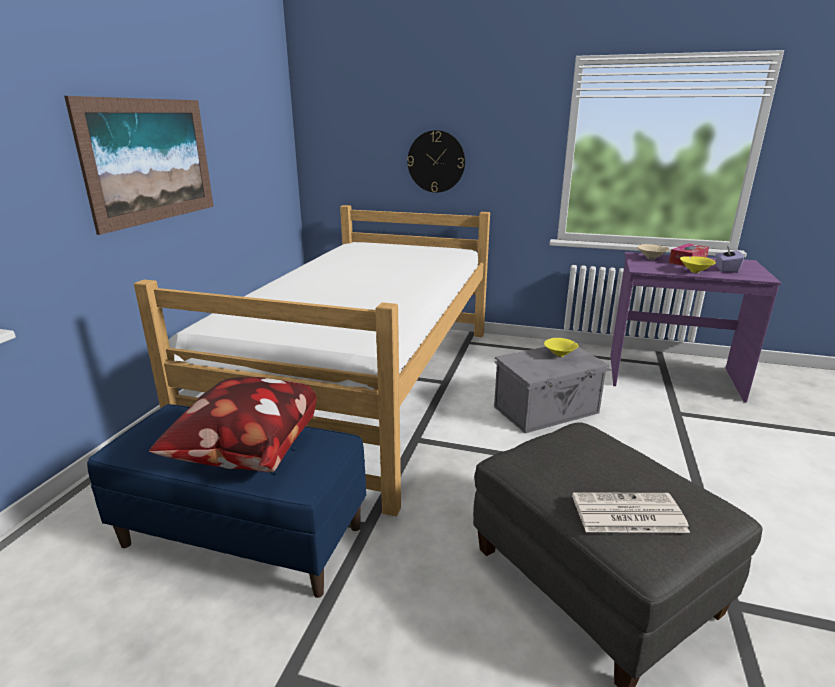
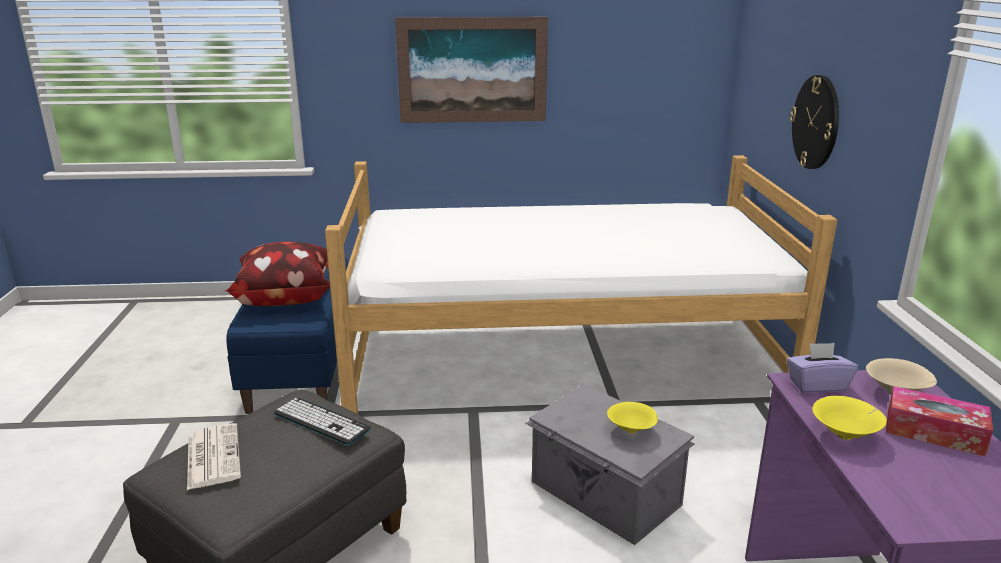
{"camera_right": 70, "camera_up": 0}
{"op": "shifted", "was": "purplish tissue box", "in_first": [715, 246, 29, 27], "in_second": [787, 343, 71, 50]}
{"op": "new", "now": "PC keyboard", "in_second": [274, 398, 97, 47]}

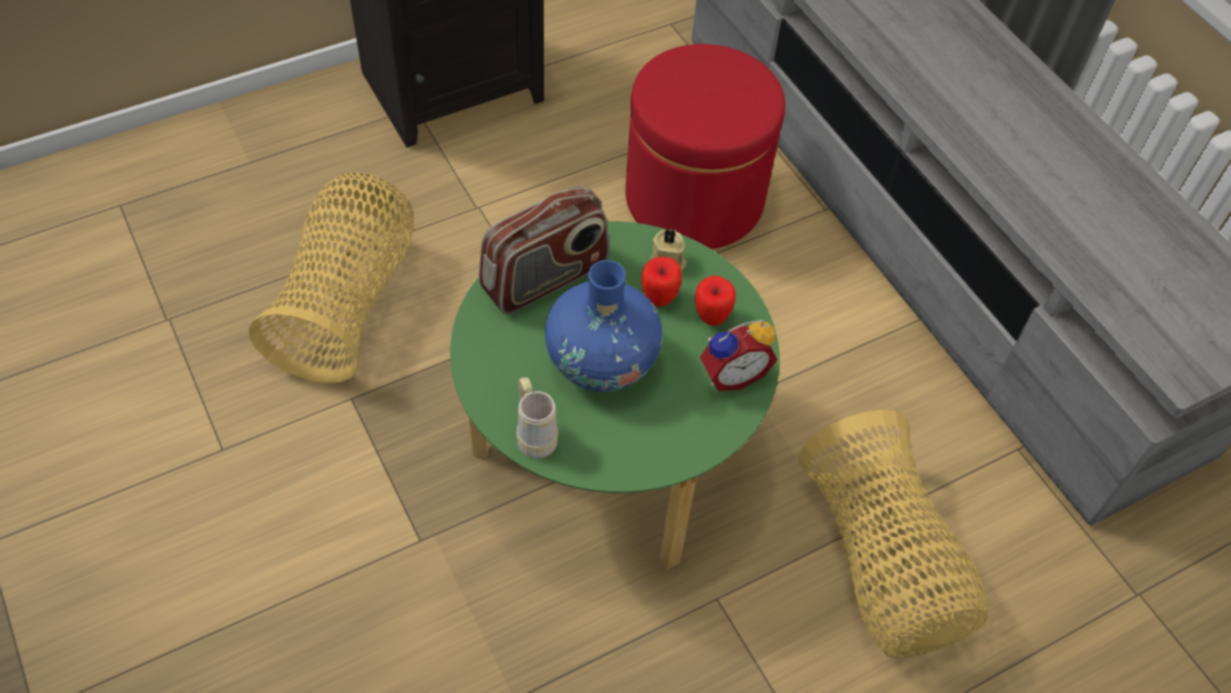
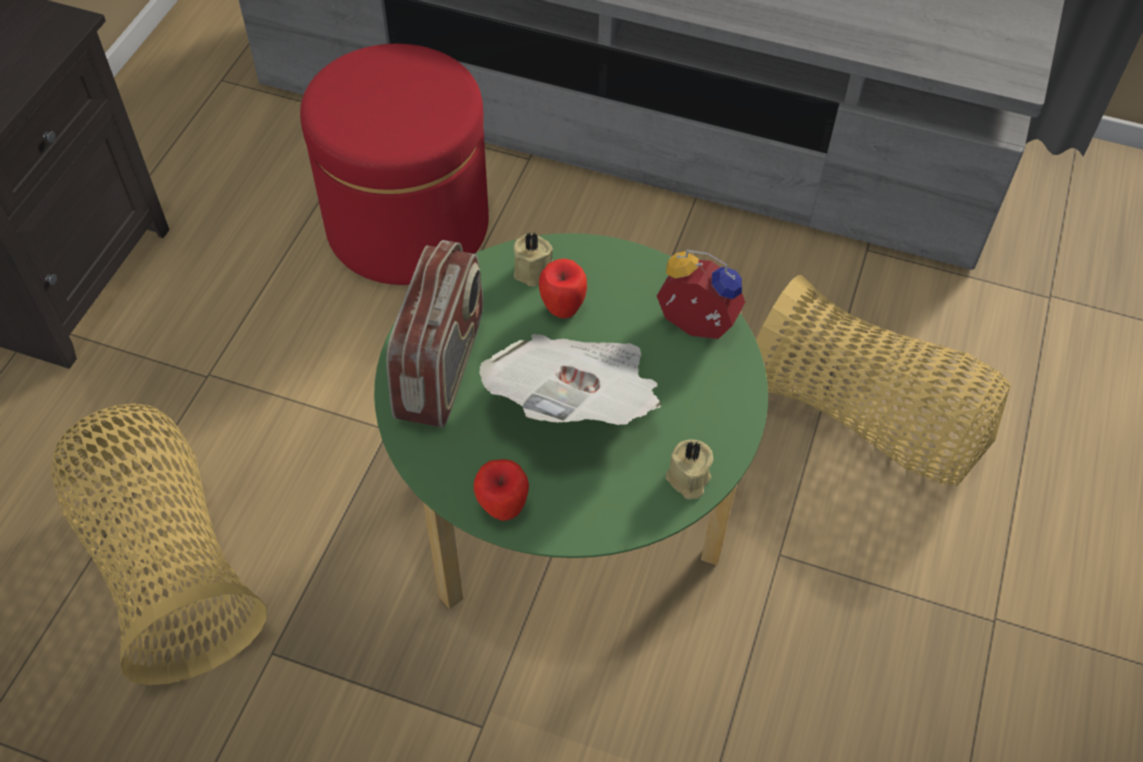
{"camera_right": -40, "camera_up": 0}
{"op": "gone", "was": "beige tea mug", "in_first": [517, 377, 41, 81]}
{"op": "swapped", "was": "bluish decorative vase", "now": "daily paper", "in_first": [545, 260, 118, 132], "in_second": [479, 334, 182, 91]}
{"op": "shifted", "was": "apple", "in_first": [695, 276, 41, 50], "in_second": [474, 459, 55, 62]}
{"op": "rotated", "was": "alarm clock", "in_first": [700, 320, 77, 71], "in_second": [657, 250, 88, 89], "clockwise": -90}
{"op": "new", "now": "beige wax light", "in_second": [666, 439, 47, 60]}

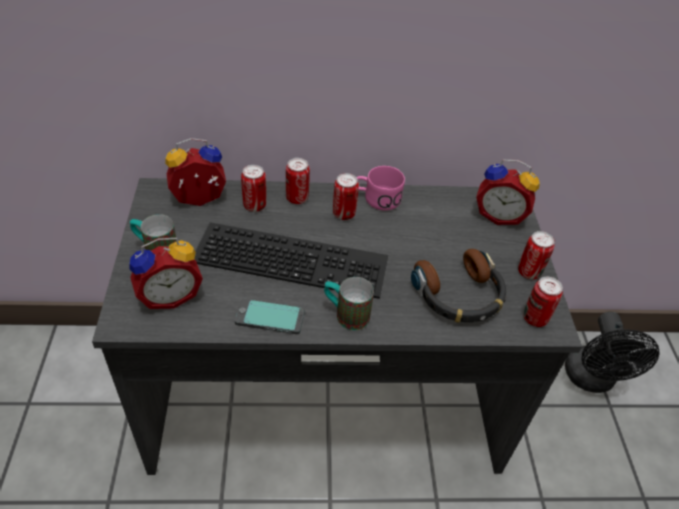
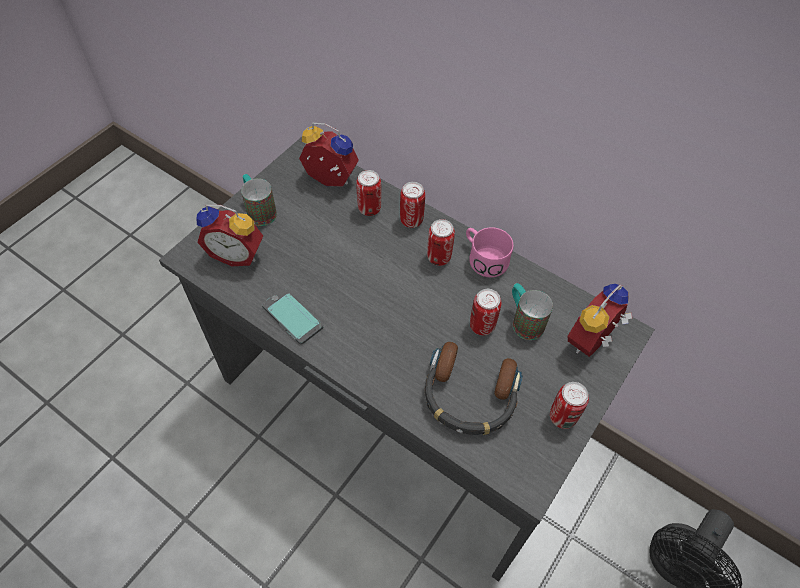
{"camera_right": 40, "camera_up": 10}
{"op": "gone", "was": "PC keyboard", "in_first": [195, 222, 193, 77]}
{"op": "shifted", "was": "tea mug", "in_first": [324, 277, 50, 53], "in_second": [512, 283, 41, 57]}
{"op": "rotated", "was": "alarm clock", "in_first": [476, 160, 64, 65], "in_second": [568, 284, 64, 73], "clockwise": 75}
{"op": "shifted", "was": "can", "in_first": [523, 277, 40, 50], "in_second": [470, 289, 31, 47]}

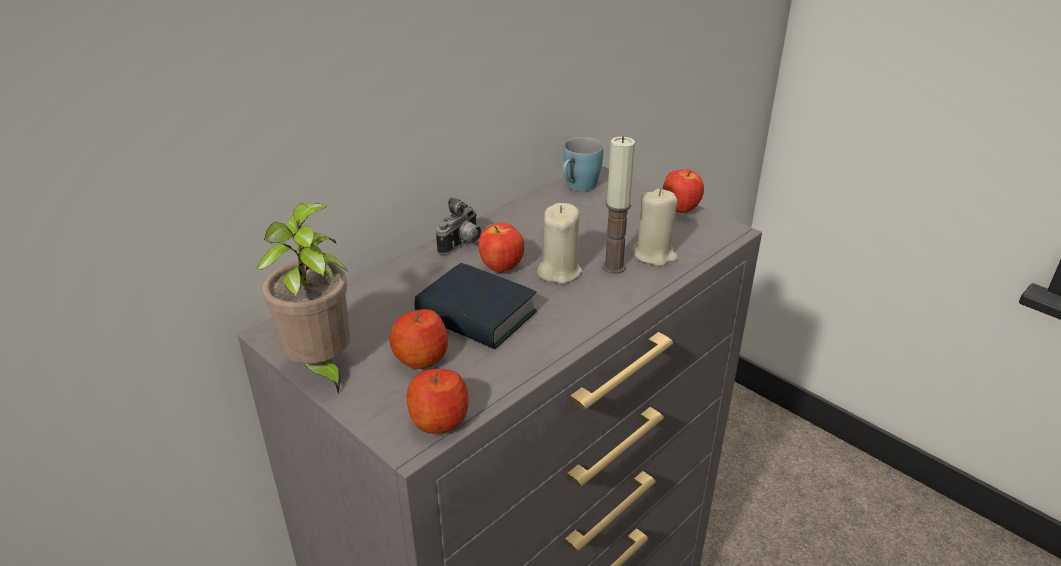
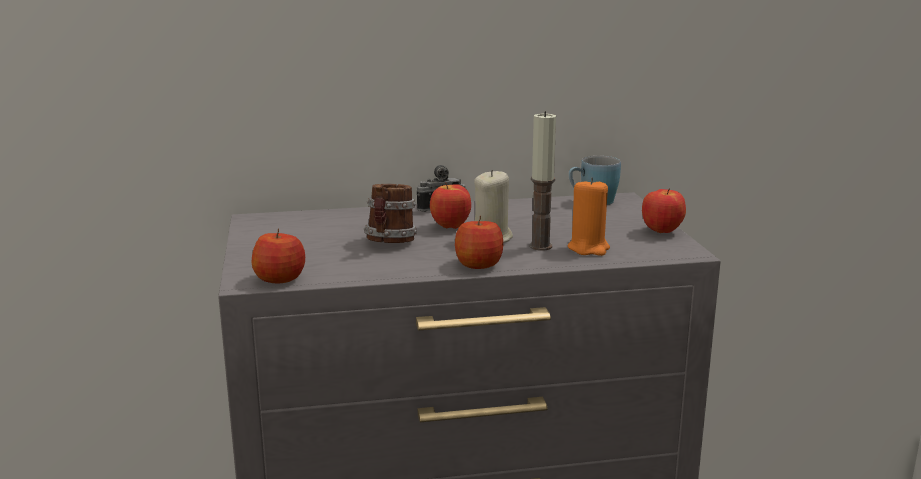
{"camera_right": 35, "camera_up": -15}
{"op": "gone", "was": "plant in a pot", "in_first": [256, 203, 94, 191]}
{"op": "shifted", "was": "apple", "in_first": [389, 309, 59, 60], "in_second": [455, 216, 48, 53]}
{"op": "swapped", "was": "volume", "now": "tea mug", "in_first": [414, 263, 123, 86], "in_second": [363, 184, 54, 59]}
{"op": "repainted", "was": "beige wax light", "now": "orange-coloured wax light", "in_first": [632, 189, 46, 77], "in_second": [568, 177, 42, 79]}

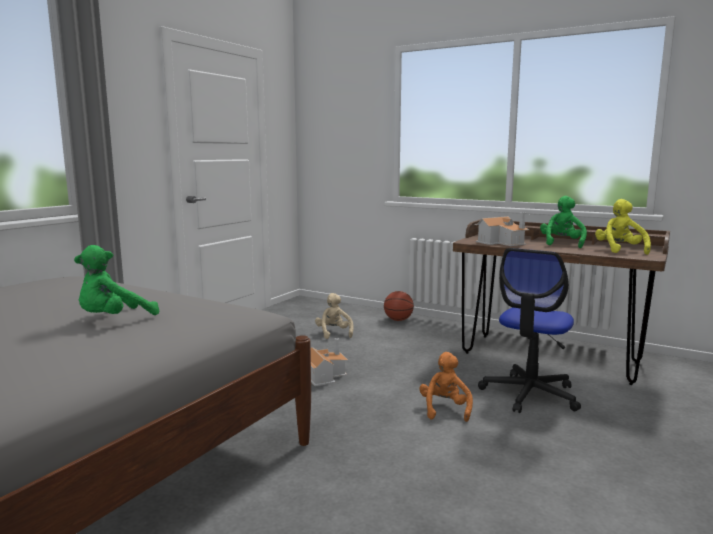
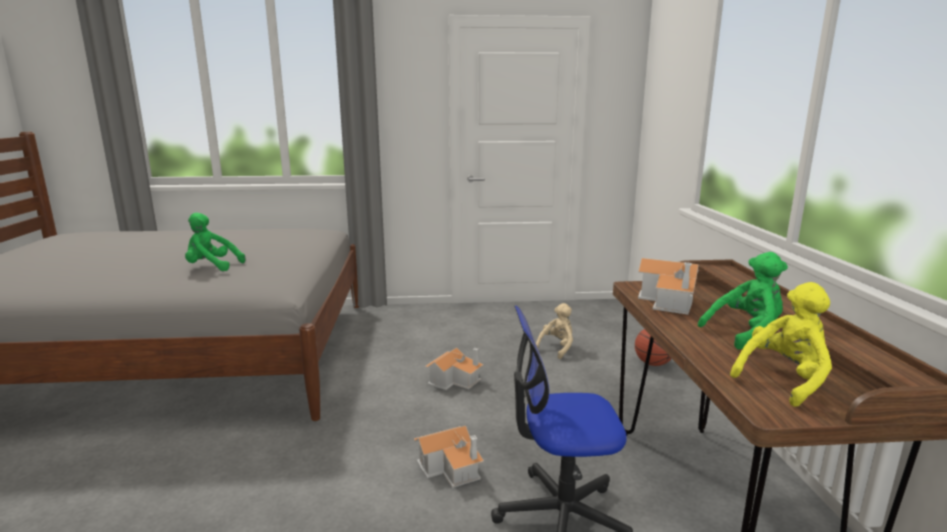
{"camera_right": 55, "camera_up": 5}
{"op": "swapped", "was": "orange-coloured soft toy", "now": "miniature house", "in_first": [419, 352, 54, 70], "in_second": [414, 426, 70, 62]}

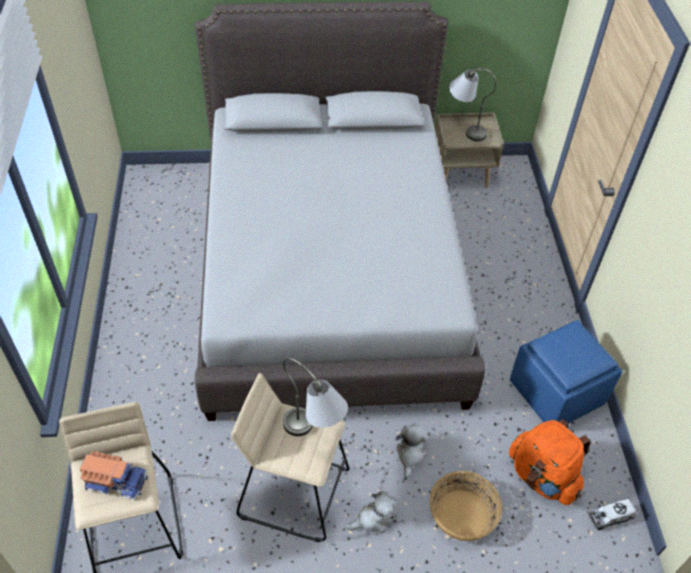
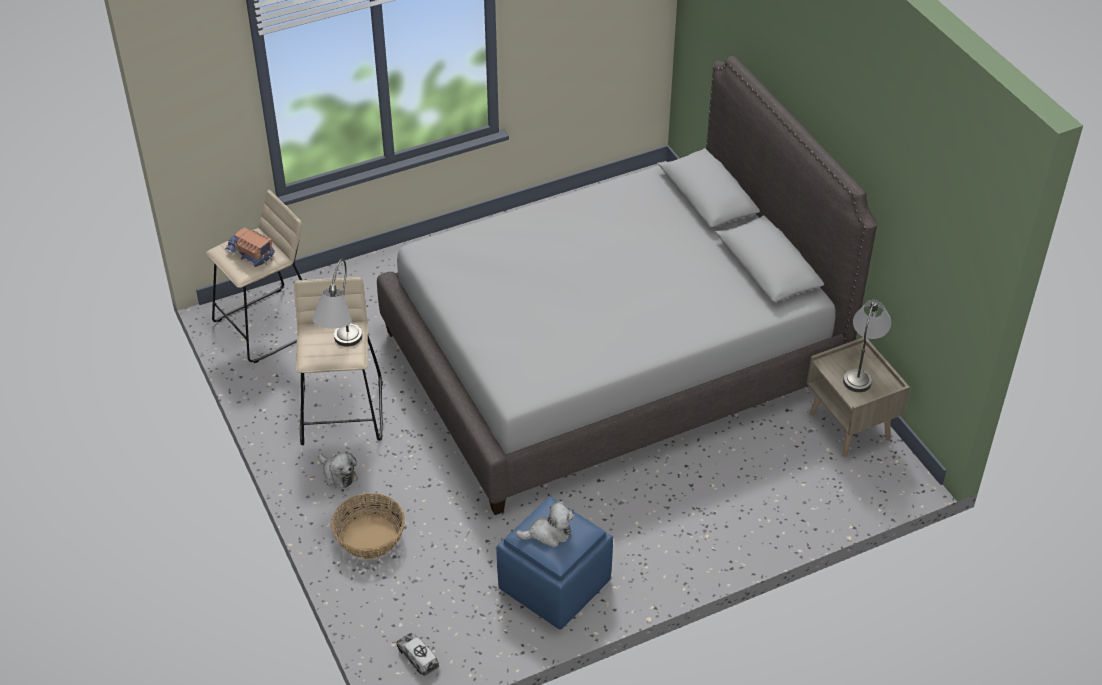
{"camera_right": 70, "camera_up": -5}
{"op": "rotated", "was": "toy lorry", "in_first": [80, 451, 68, 49], "in_second": [225, 227, 50, 40], "clockwise": 135}
{"op": "shifted", "was": "soft toy", "in_first": [395, 424, 32, 54], "in_second": [516, 501, 59, 47]}
{"op": "gone", "was": "orange-coloured knapsack", "in_first": [509, 419, 82, 86]}

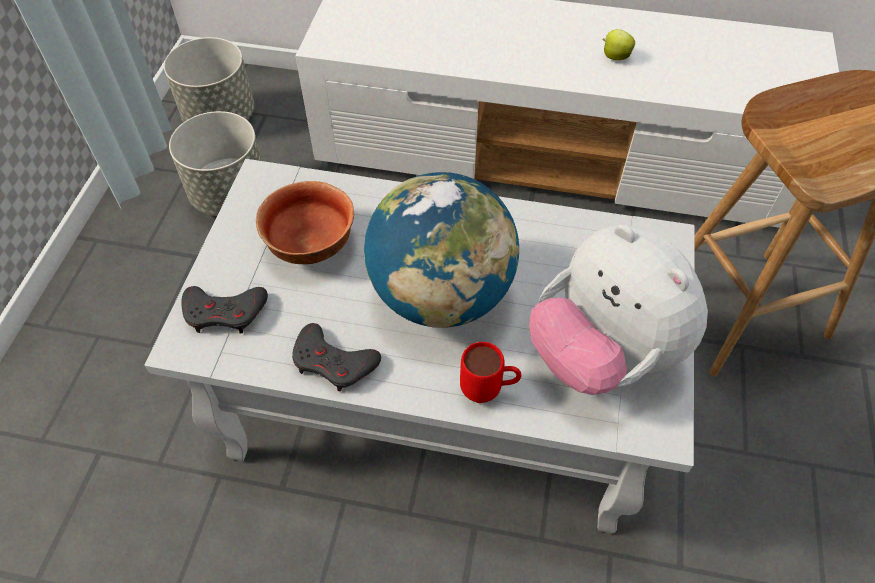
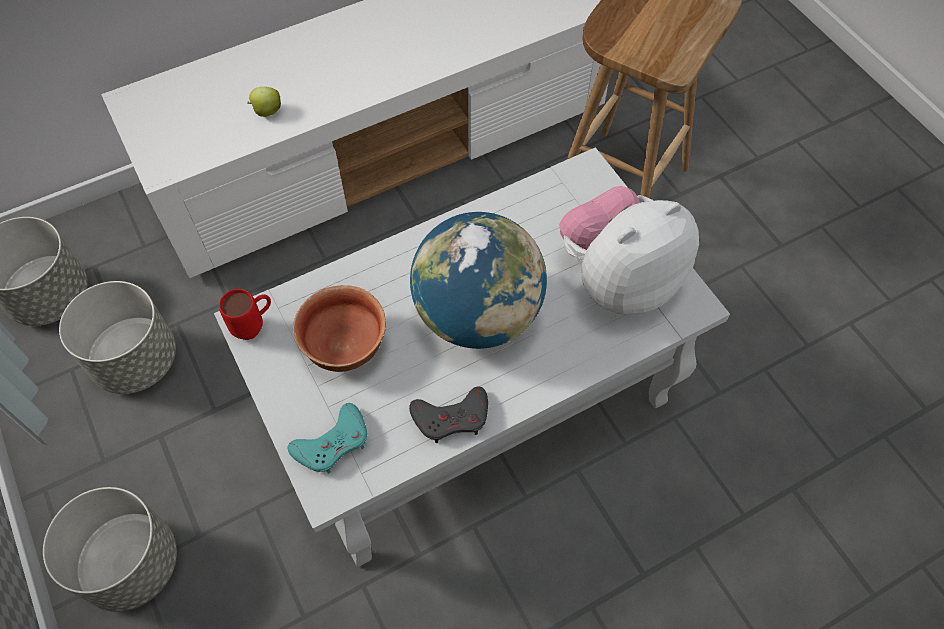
{"camera_right": -40, "camera_up": 5}
{"op": "repainted", "was": "grey joypad", "now": "turquoise-coloured joypad", "in_first": [181, 286, 87, 48], "in_second": [288, 403, 79, 71]}
{"op": "shifted", "was": "red-coloured tea mug", "in_first": [460, 342, 62, 61], "in_second": [219, 289, 52, 51]}
{"op": "rotated", "was": "soft toy", "in_first": [529, 224, 179, 171], "in_second": [559, 186, 140, 129], "clockwise": 135}
{"op": "shifted", "was": "apple", "in_first": [602, 29, 33, 31], "in_second": [247, 87, 34, 30]}
{"op": "new", "now": "grey flower pot", "in_second": [43, 487, 134, 125]}

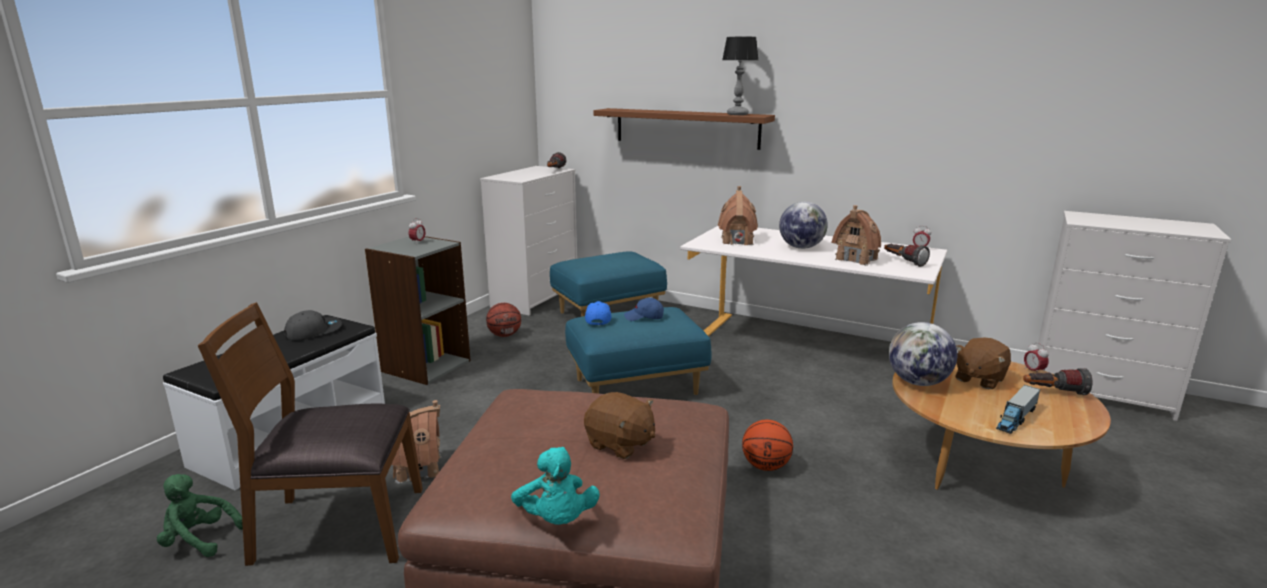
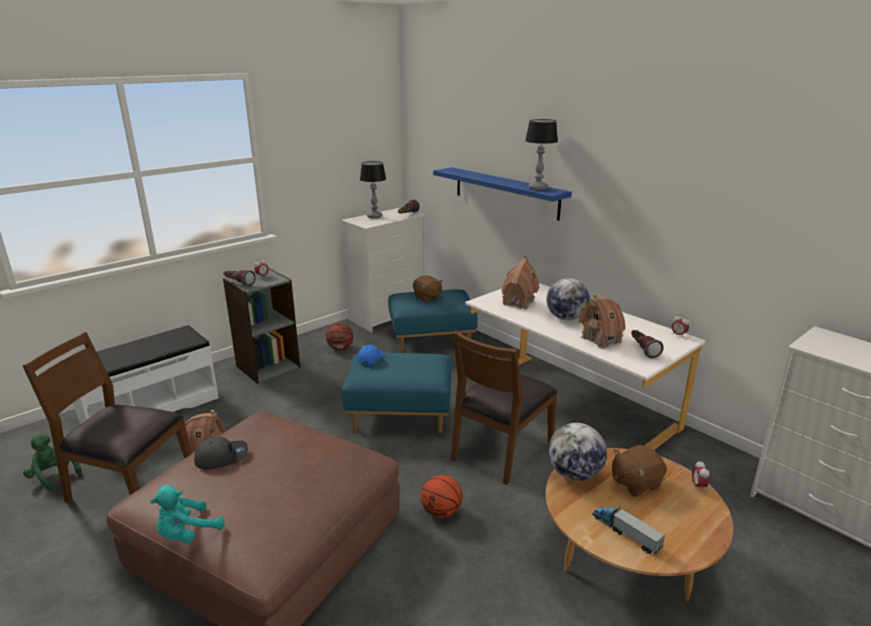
{"camera_right": 20, "camera_up": 5}
{"op": "shifted", "was": "grey baseball cap", "in_first": [284, 310, 58, 31], "in_second": [194, 436, 54, 34]}
{"op": "rotated", "was": "turquoise-coloured soft toy", "in_first": [511, 447, 89, 78], "in_second": [150, 485, 75, 59], "clockwise": 45}
{"op": "shifted", "was": "brown-coloured soft toy", "in_first": [584, 392, 71, 67], "in_second": [413, 275, 30, 27]}
{"op": "repainted", "was": "brown-coloured wall shelf", "now": "bluish wall shelf", "in_first": [593, 108, 182, 42], "in_second": [433, 167, 139, 53]}
{"op": "gone", "was": "bluish baseball cap", "in_first": [624, 298, 40, 23]}
{"op": "rotated", "was": "toy lorry", "in_first": [996, 385, 44, 49], "in_second": [592, 506, 73, 48], "clockwise": 75}
{"op": "shifted", "was": "hand torch", "in_first": [1023, 368, 69, 27], "in_second": [223, 270, 33, 16]}
{"op": "new", "now": "table lamp", "in_second": [360, 161, 26, 58]}
{"op": "new", "now": "brown-coloured chair", "in_second": [451, 330, 107, 155]}

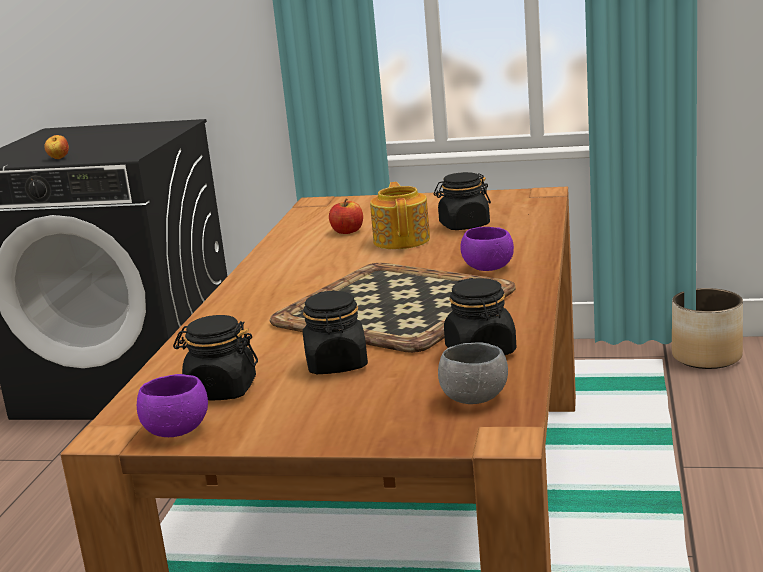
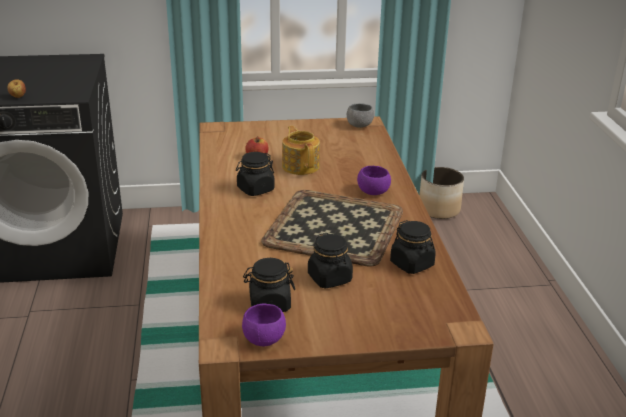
{"camera_right": -20, "camera_up": 10}
{"op": "shifted", "was": "black preserve jar", "in_first": [434, 172, 57, 58], "in_second": [236, 152, 39, 44]}
{"op": "shifted", "was": "grey deep dish", "in_first": [438, 343, 70, 61], "in_second": [347, 103, 27, 25]}

